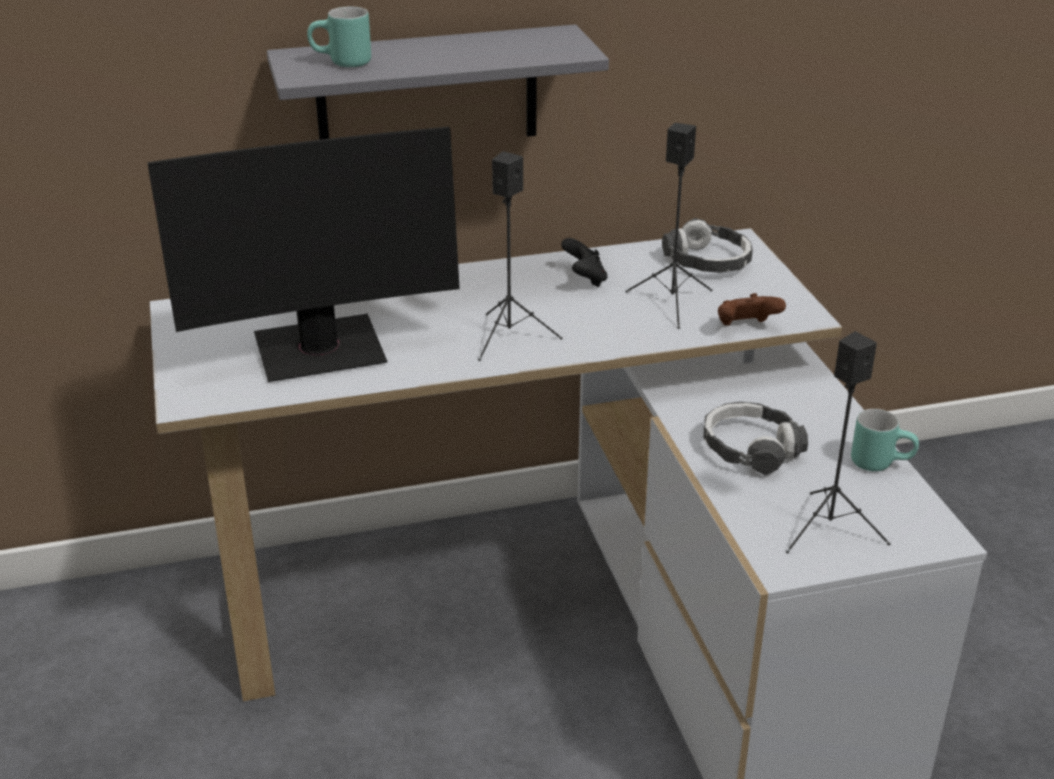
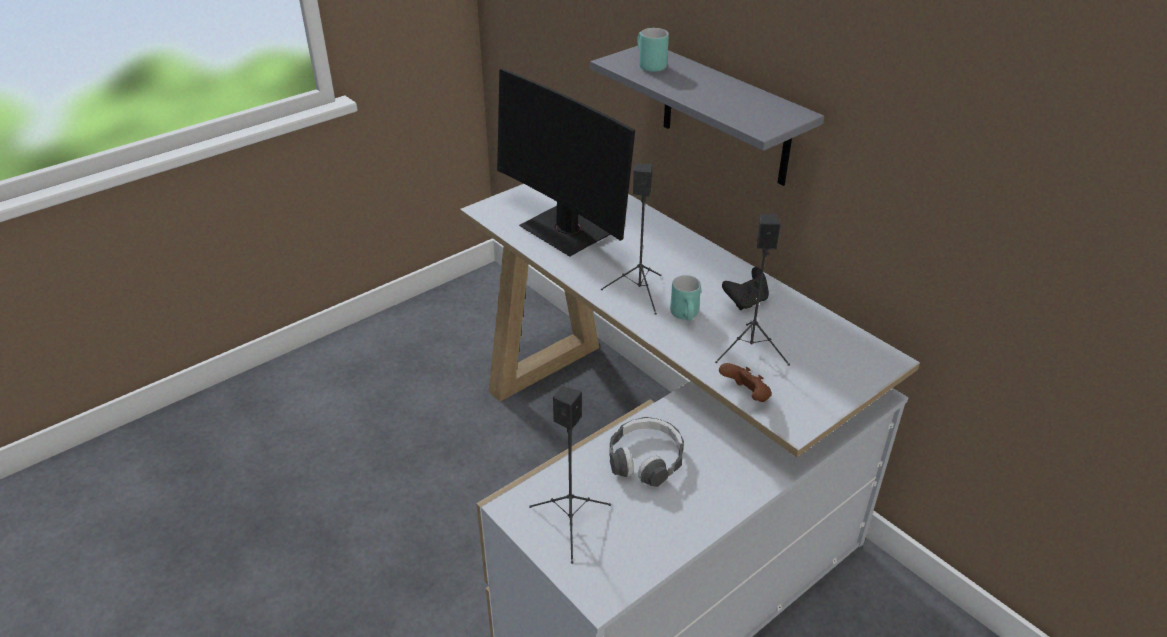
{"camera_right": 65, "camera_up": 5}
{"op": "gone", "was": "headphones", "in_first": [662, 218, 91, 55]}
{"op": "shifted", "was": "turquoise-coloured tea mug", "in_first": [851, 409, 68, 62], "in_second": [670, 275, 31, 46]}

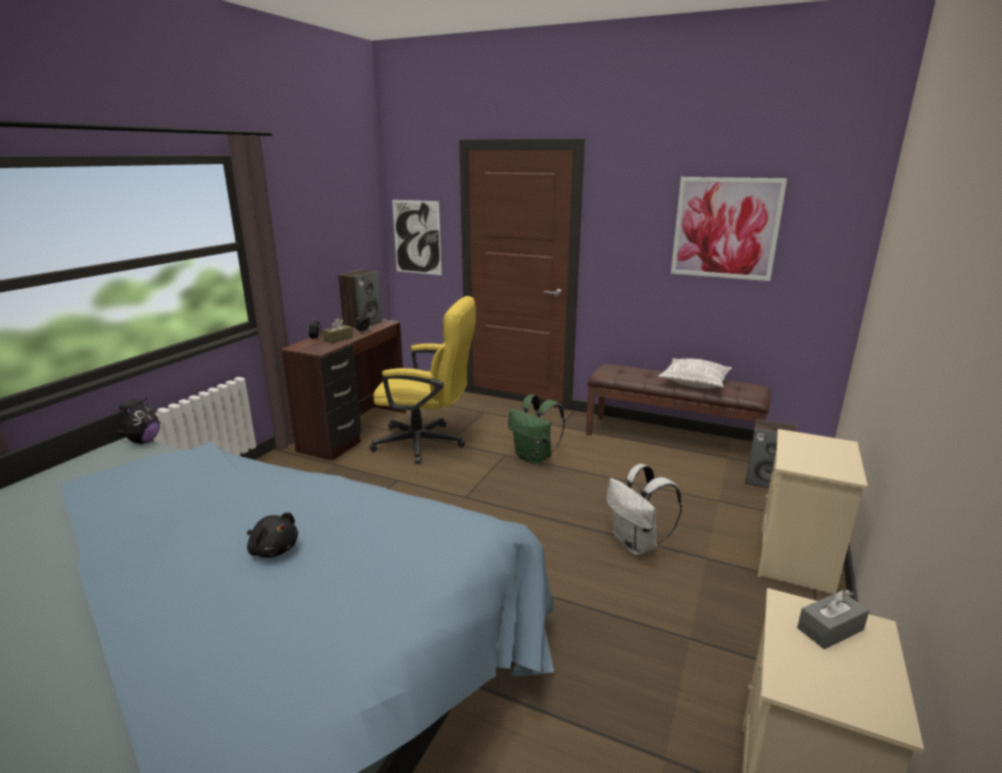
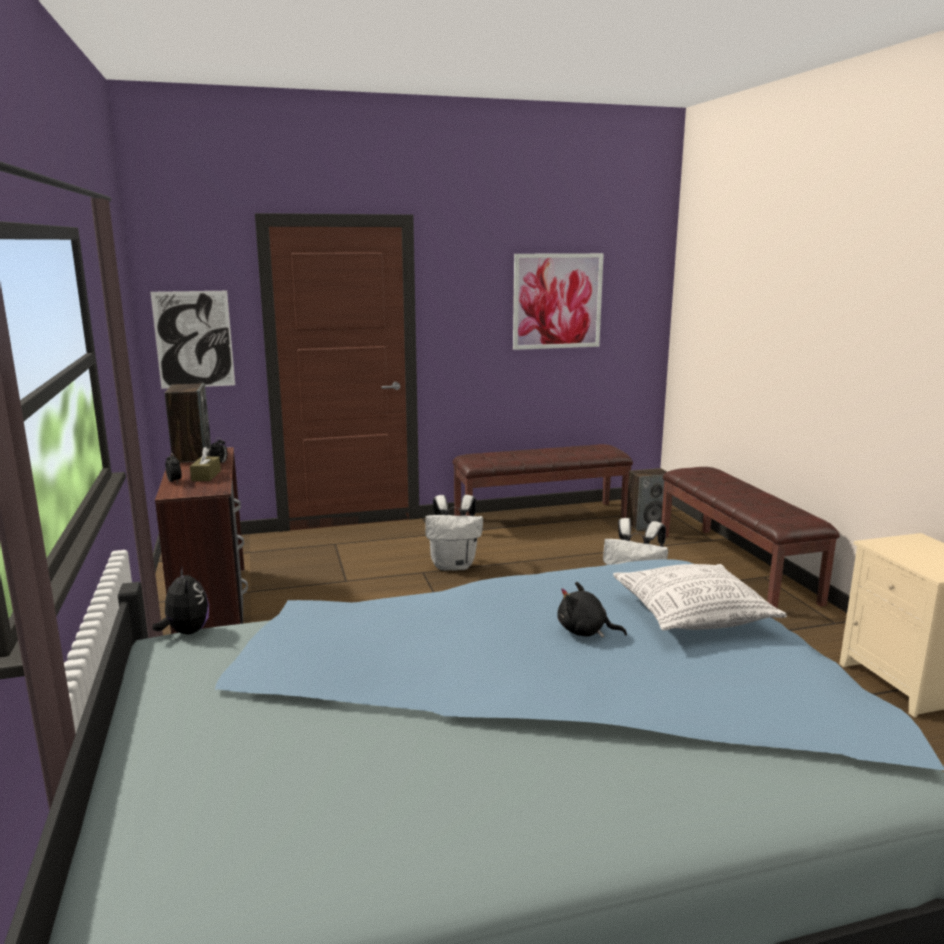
{"camera_right": -40, "camera_up": -5}
{"op": "rotated", "was": "black soft toy", "in_first": [247, 512, 51, 46], "in_second": [557, 582, 70, 56], "clockwise": -150}
{"op": "gone", "was": "yellow-coloured computer chair", "in_first": [369, 296, 107, 168]}
{"op": "repainted", "was": "green knapsack", "now": "white-coloured knapsack", "in_first": [508, 394, 57, 70], "in_second": [425, 495, 58, 75]}
{"op": "shifted", "was": "throw pillow", "in_first": [658, 358, 74, 30], "in_second": [613, 564, 174, 67]}
{"op": "swapped", "was": "beige night table", "now": "brown-coloured indoor bench", "in_first": [758, 429, 110, 165], "in_second": [661, 467, 179, 141]}
{"op": "gone", "was": "grey tissue box", "in_first": [797, 590, 72, 59]}

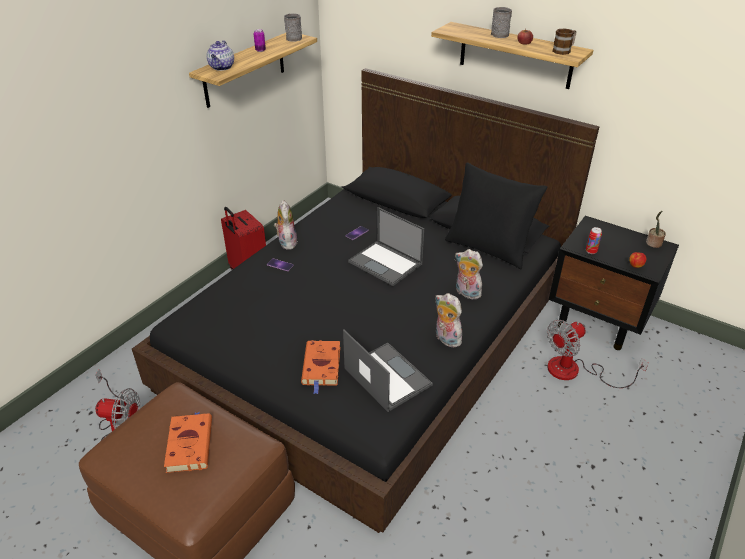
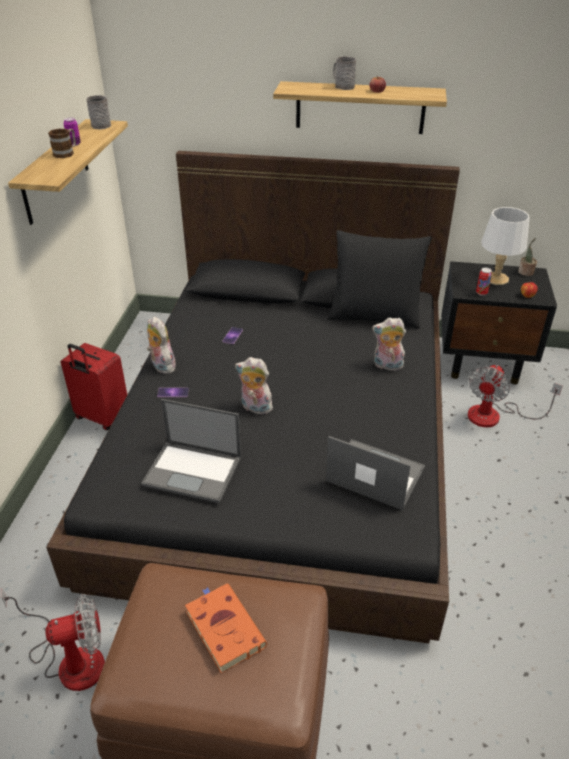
{"camera_right": -25, "camera_up": 0}
{"op": "gone", "was": "tea pot", "in_first": [207, 40, 27, 31]}
{"op": "gone", "was": "orange-coloured volume", "in_first": [301, 340, 39, 54]}
{"op": "shifted", "was": "laptop", "in_first": [348, 207, 76, 79], "in_second": [141, 399, 100, 104]}
{"op": "shifted", "was": "soft toy", "in_first": [435, 293, 27, 54], "in_second": [235, 357, 38, 57]}
{"op": "shifted", "was": "tea mug", "in_first": [553, 28, 23, 27], "in_second": [48, 129, 28, 29]}
{"op": "new", "now": "white-coloured table lamp", "in_second": [481, 207, 49, 78]}

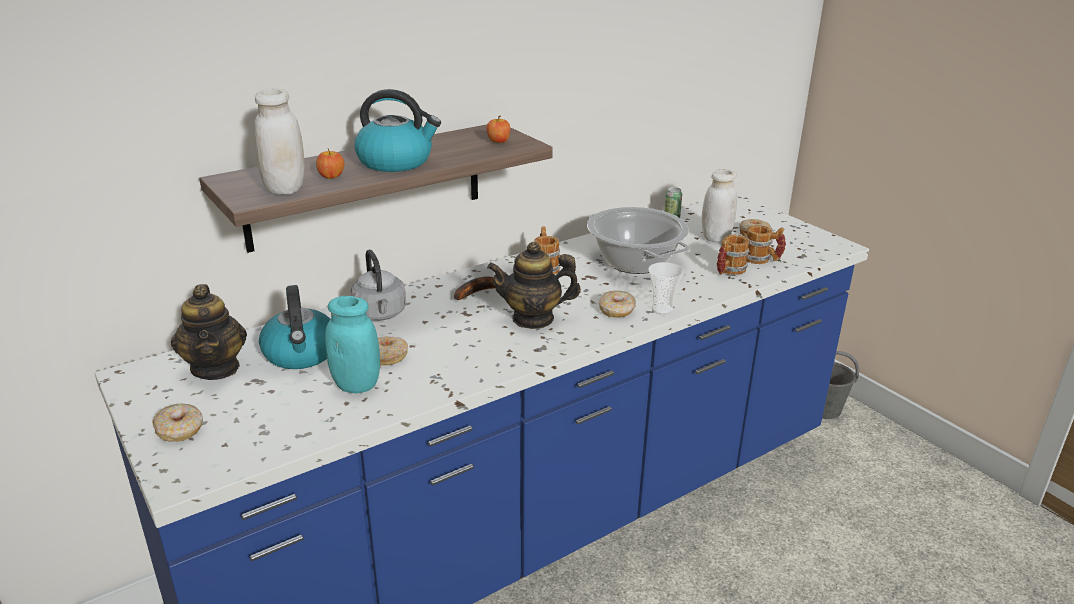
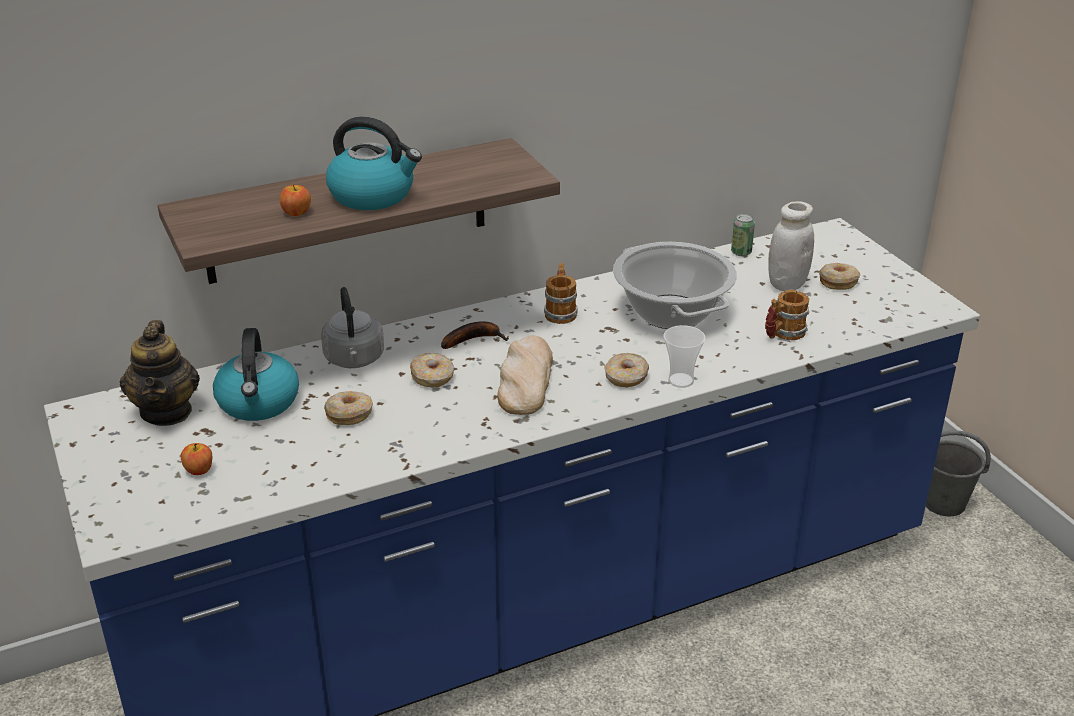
{"camera_right": 10, "camera_up": 5}
{"op": "shifted", "was": "ring doughnut", "in_first": [152, 404, 51, 38], "in_second": [410, 353, 44, 34]}
{"op": "gone", "was": "white-coloured preserve jar", "in_first": [254, 88, 51, 107]}
{"op": "gone", "was": "turquoise-coloured preserve jar", "in_first": [325, 296, 55, 97]}
{"op": "shifted", "was": "apple", "in_first": [486, 116, 24, 27], "in_second": [181, 443, 31, 32]}
{"op": "swapped", "was": "tea pot", "now": "baked bread", "in_first": [487, 242, 94, 87], "in_second": [497, 335, 56, 80]}
{"op": "gone", "was": "tea mug", "in_first": [745, 225, 41, 39]}

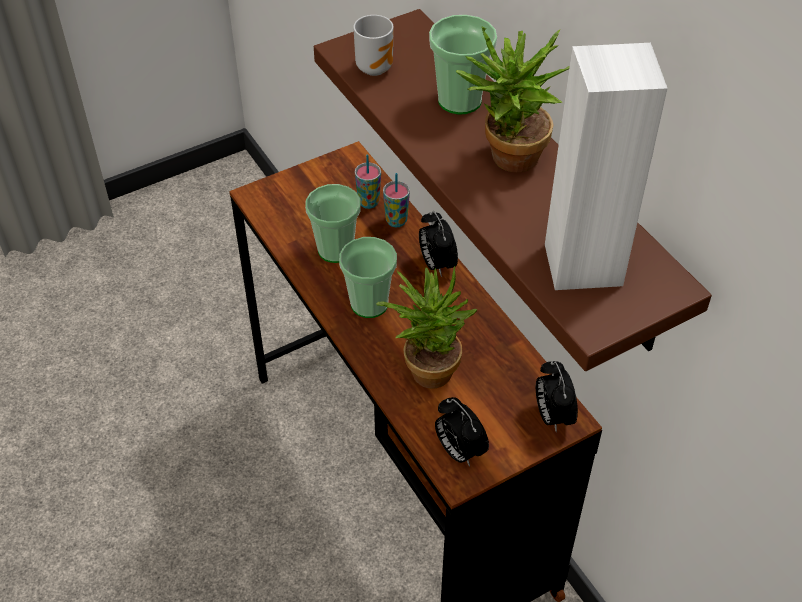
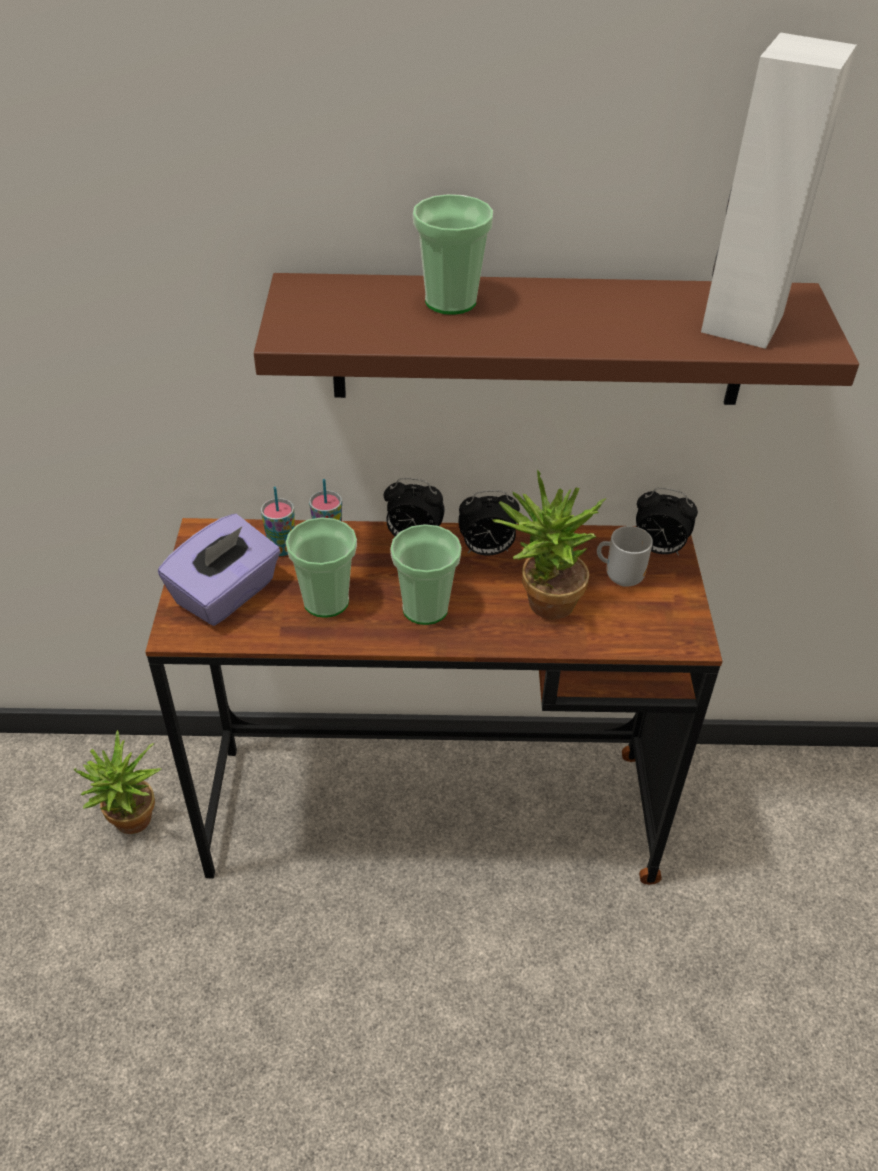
{"camera_right": -60, "camera_up": -5}
{"op": "shifted", "was": "tea mug", "in_first": [353, 15, 40, 61], "in_second": [597, 526, 56, 61]}
{"op": "shifted", "was": "alarm clock", "in_first": [435, 397, 54, 69], "in_second": [458, 490, 62, 66]}
{"op": "shifted", "was": "plant in a pot", "in_first": [456, 26, 114, 146], "in_second": [74, 730, 87, 104]}
{"op": "new", "now": "purplish tissue box", "in_second": [158, 514, 122, 112]}

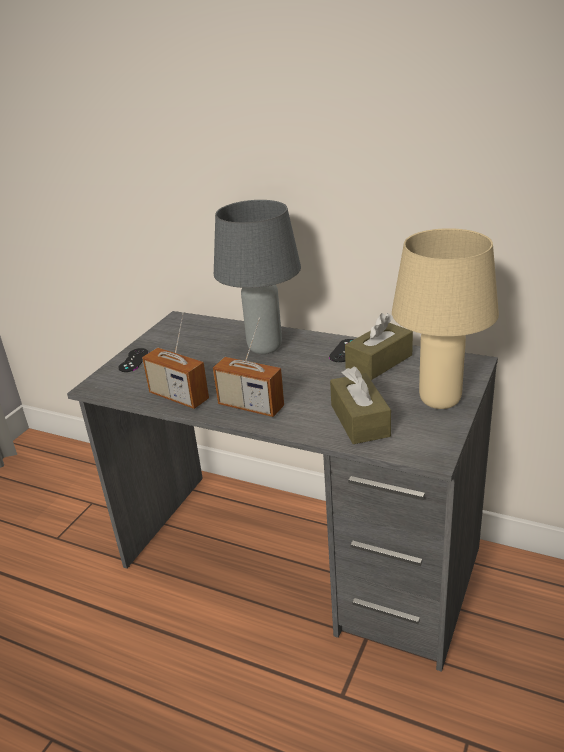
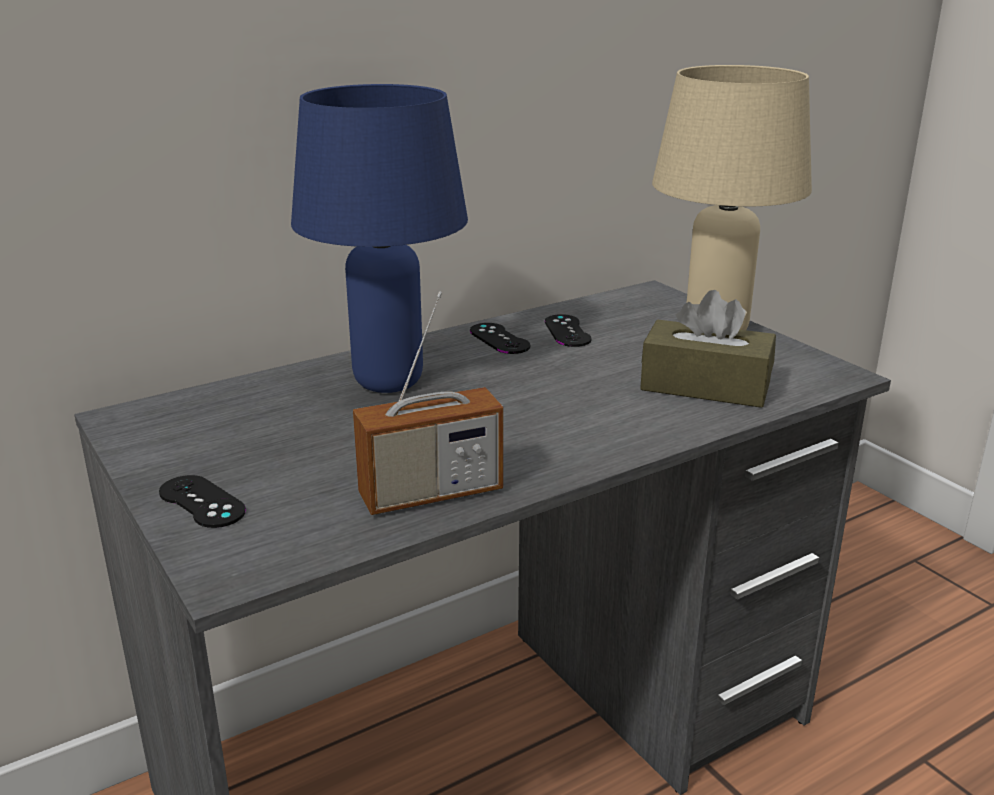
{"camera_right": -60, "camera_up": -5}
{"op": "gone", "was": "radio", "in_first": [213, 317, 71, 100]}
{"op": "repainted", "was": "grey table lamp", "now": "bluish table lamp", "in_first": [214, 200, 87, 154], "in_second": [291, 84, 177, 309]}
{"op": "swapped", "was": "brown-coloured tissue box", "now": "black joypad", "in_first": [345, 313, 68, 67], "in_second": [545, 314, 47, 33]}

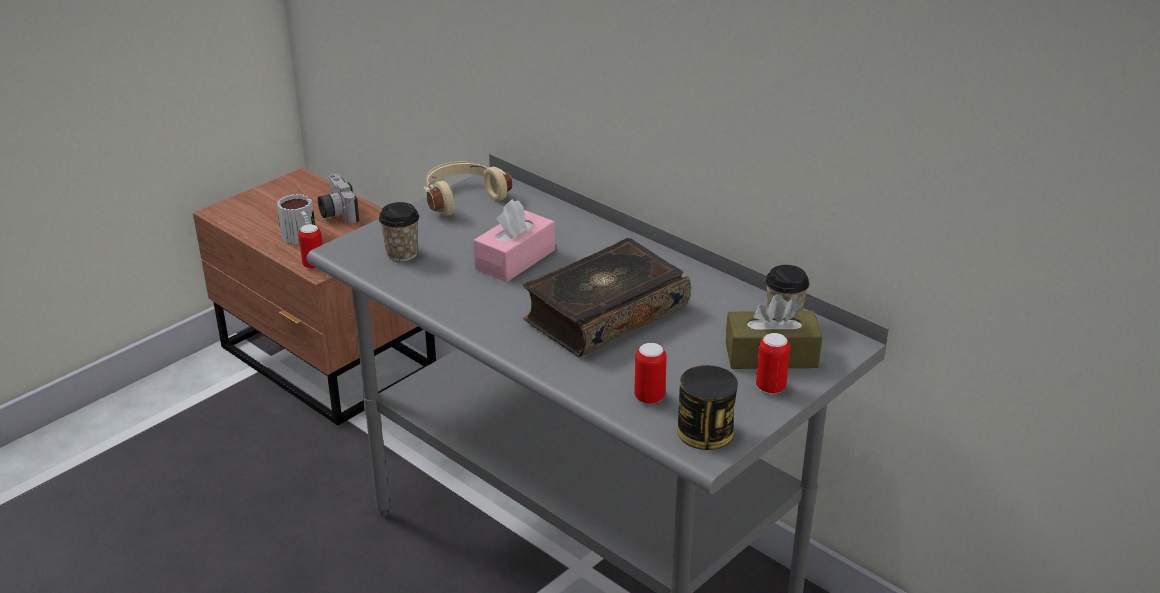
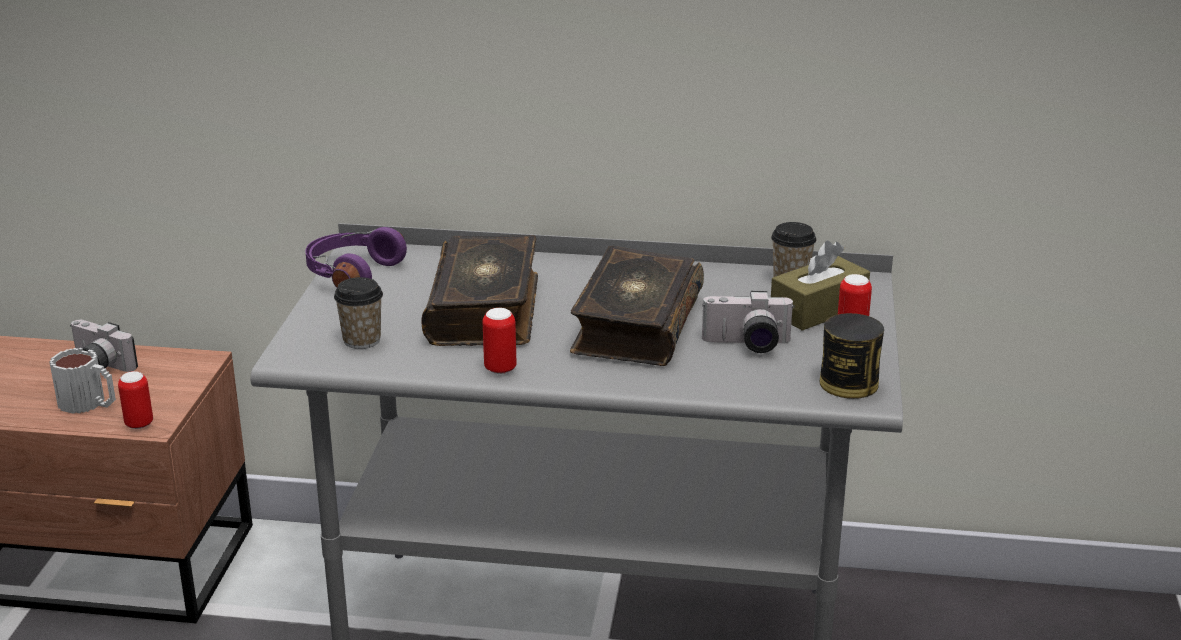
{"camera_right": -35, "camera_up": -5}
{"op": "repainted", "was": "beige headphones", "now": "purplish headphones", "in_first": [424, 162, 89, 54], "in_second": [306, 227, 101, 61]}
{"op": "swapped", "was": "pink tissue box", "now": "volume", "in_first": [474, 199, 81, 83], "in_second": [421, 235, 117, 111]}
{"op": "shifted", "was": "can", "in_first": [634, 343, 33, 61], "in_second": [483, 308, 34, 66]}
{"op": "new", "now": "still camera", "in_second": [702, 291, 93, 62]}

